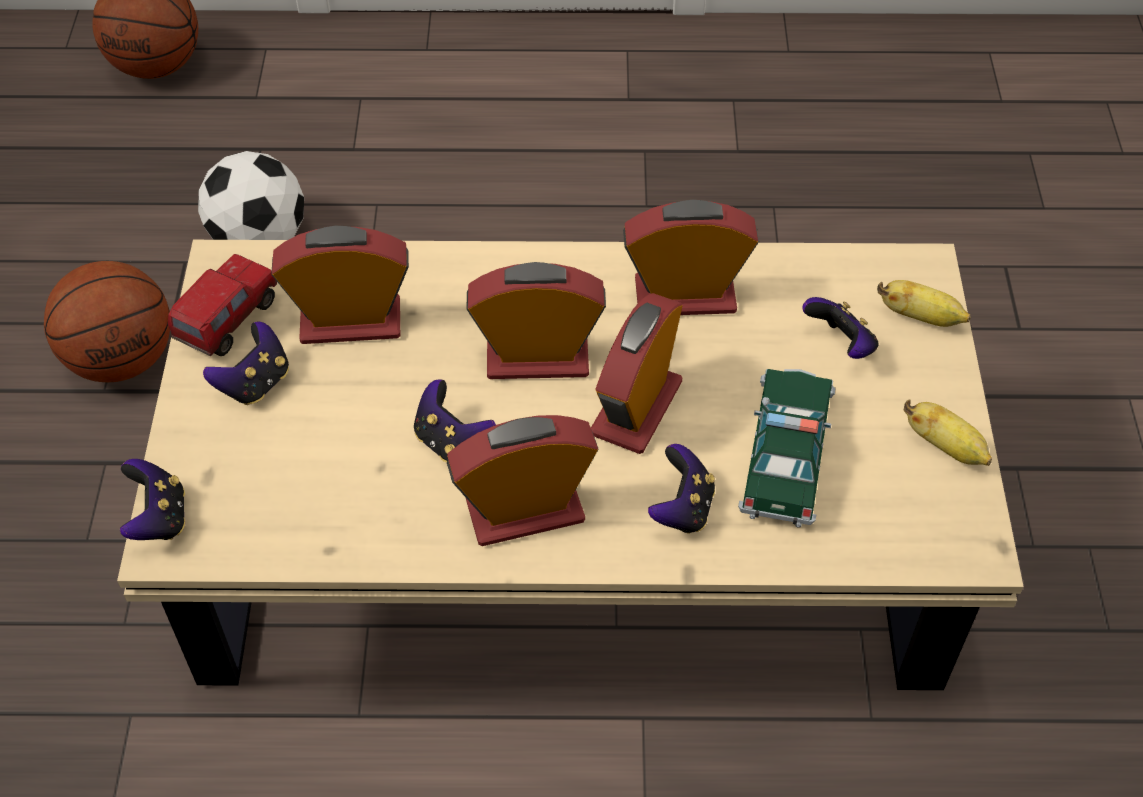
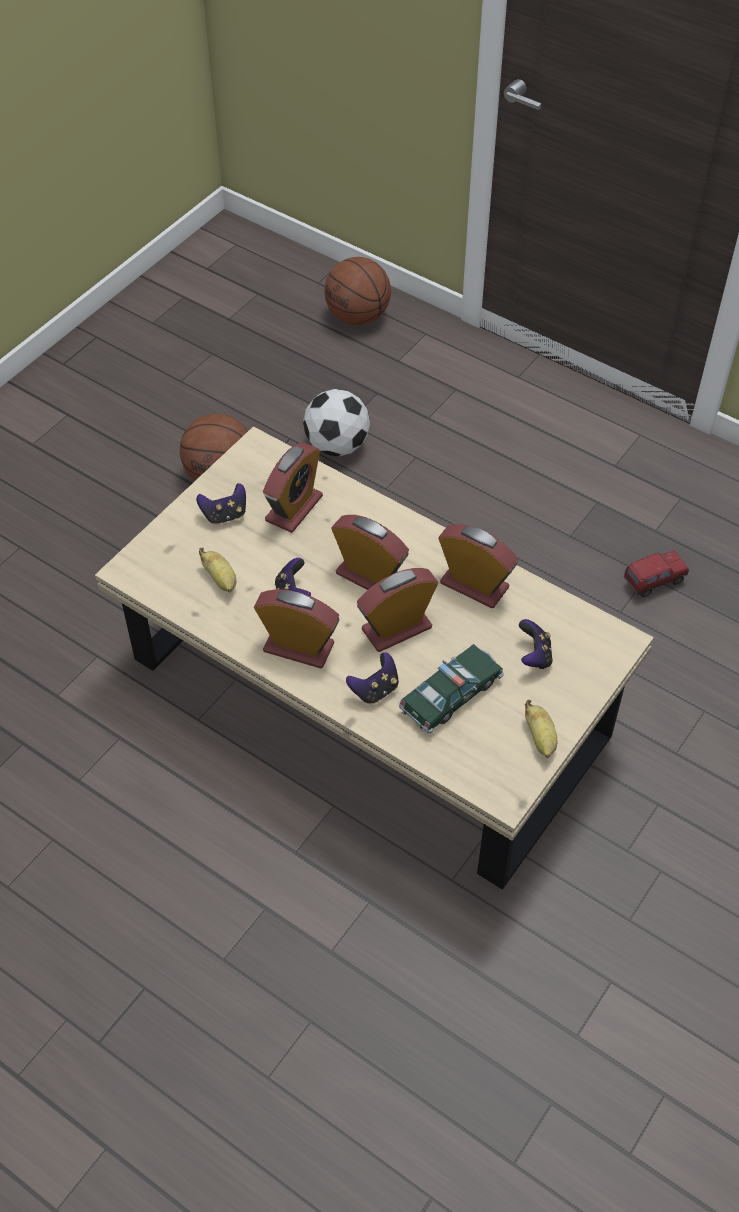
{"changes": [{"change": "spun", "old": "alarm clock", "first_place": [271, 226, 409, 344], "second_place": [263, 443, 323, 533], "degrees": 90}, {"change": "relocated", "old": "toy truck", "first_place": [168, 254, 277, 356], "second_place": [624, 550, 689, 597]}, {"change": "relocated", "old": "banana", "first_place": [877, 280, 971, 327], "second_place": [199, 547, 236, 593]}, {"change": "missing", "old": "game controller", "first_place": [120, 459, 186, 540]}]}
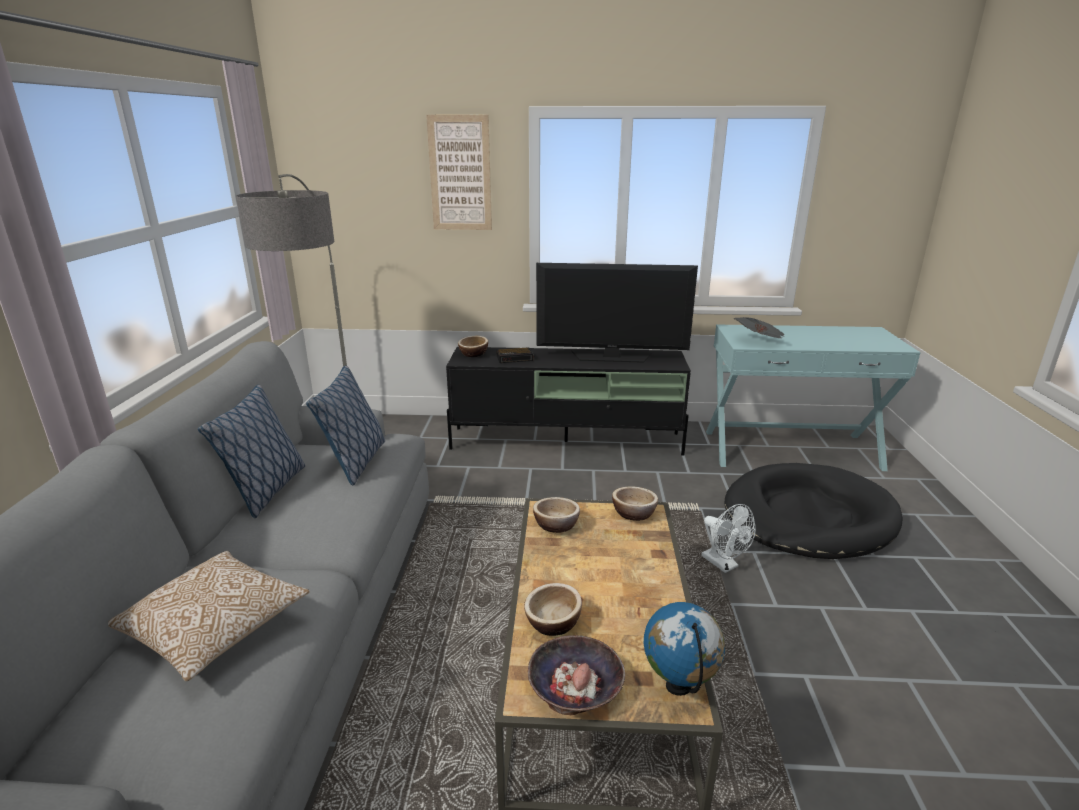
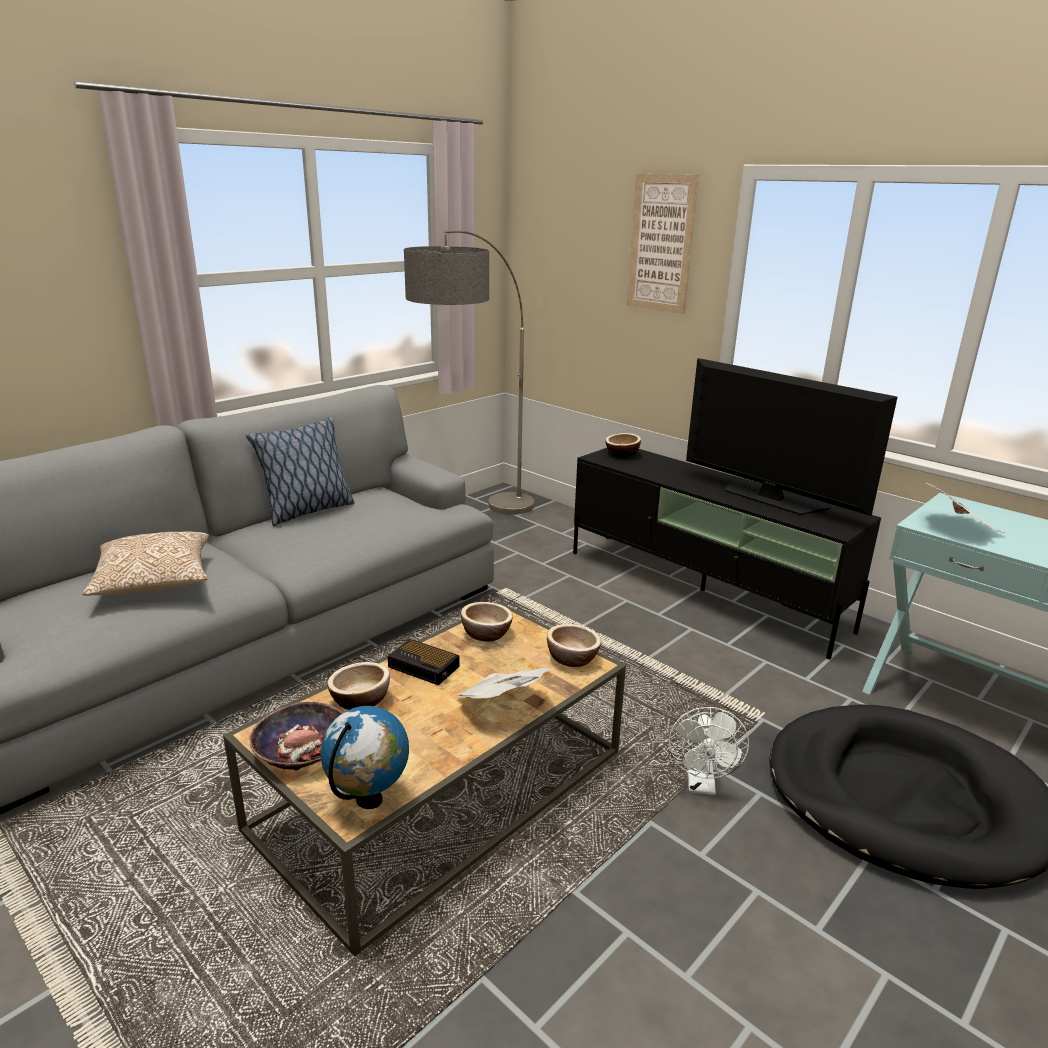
{"changes": [{"change": "relocated", "old": "alarm clock", "first_place": [497, 348, 534, 363], "second_place": [388, 639, 460, 685]}, {"change": "missing", "old": "pillow", "first_place": [306, 366, 385, 486]}, {"change": "appeared", "new": "newspaper", "second_place": [456, 668, 552, 699]}]}
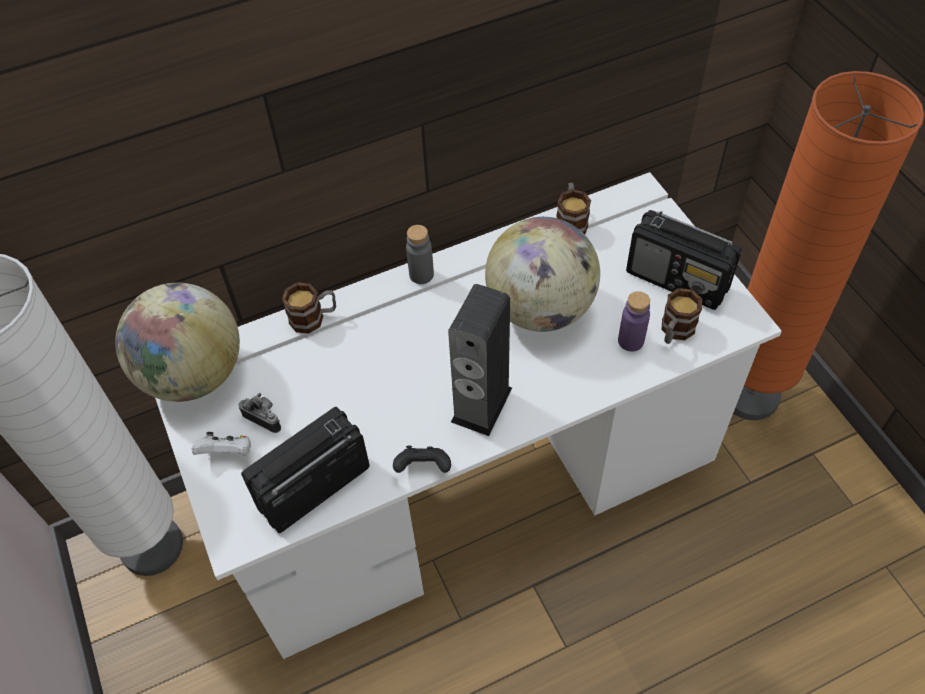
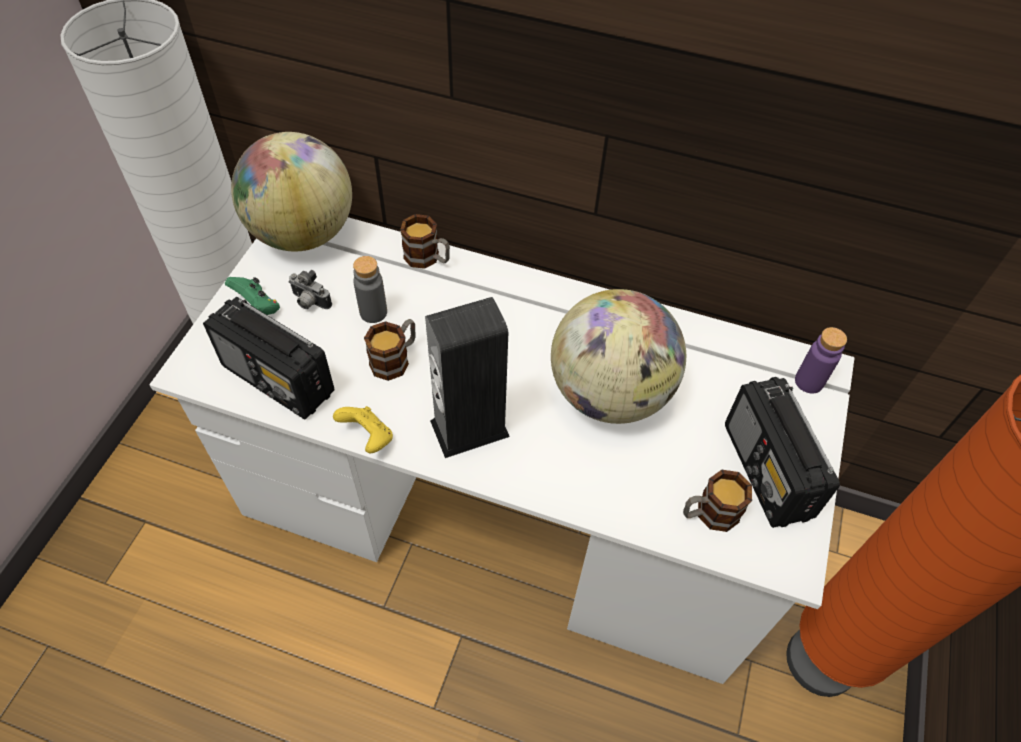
{"changes": [{"change": "relocated", "old": "mug", "first_place": [557, 183, 591, 234], "second_place": [364, 319, 416, 381]}, {"change": "relocated", "old": "grey bottle", "first_place": [406, 225, 434, 284], "second_place": [353, 256, 387, 323]}, {"change": "relocated", "old": "purple bottle", "first_place": [618, 291, 650, 352], "second_place": [795, 327, 847, 394]}, {"change": "spun", "old": "photo camera", "first_place": [238, 393, 281, 433], "second_place": [289, 270, 332, 309], "degrees": 135}, {"change": "spun", "old": "radio", "first_place": [241, 407, 370, 533], "second_place": [203, 297, 335, 419], "degrees": -150}, {"change": "colour", "old": "white game controller", "new": "green game controller", "first_place": [192, 432, 251, 456], "second_place": [225, 277, 280, 315]}, {"change": "colour", "old": "black game controller", "new": "yellow game controller", "first_place": [393, 446, 451, 473], "second_place": [333, 406, 393, 453]}]}
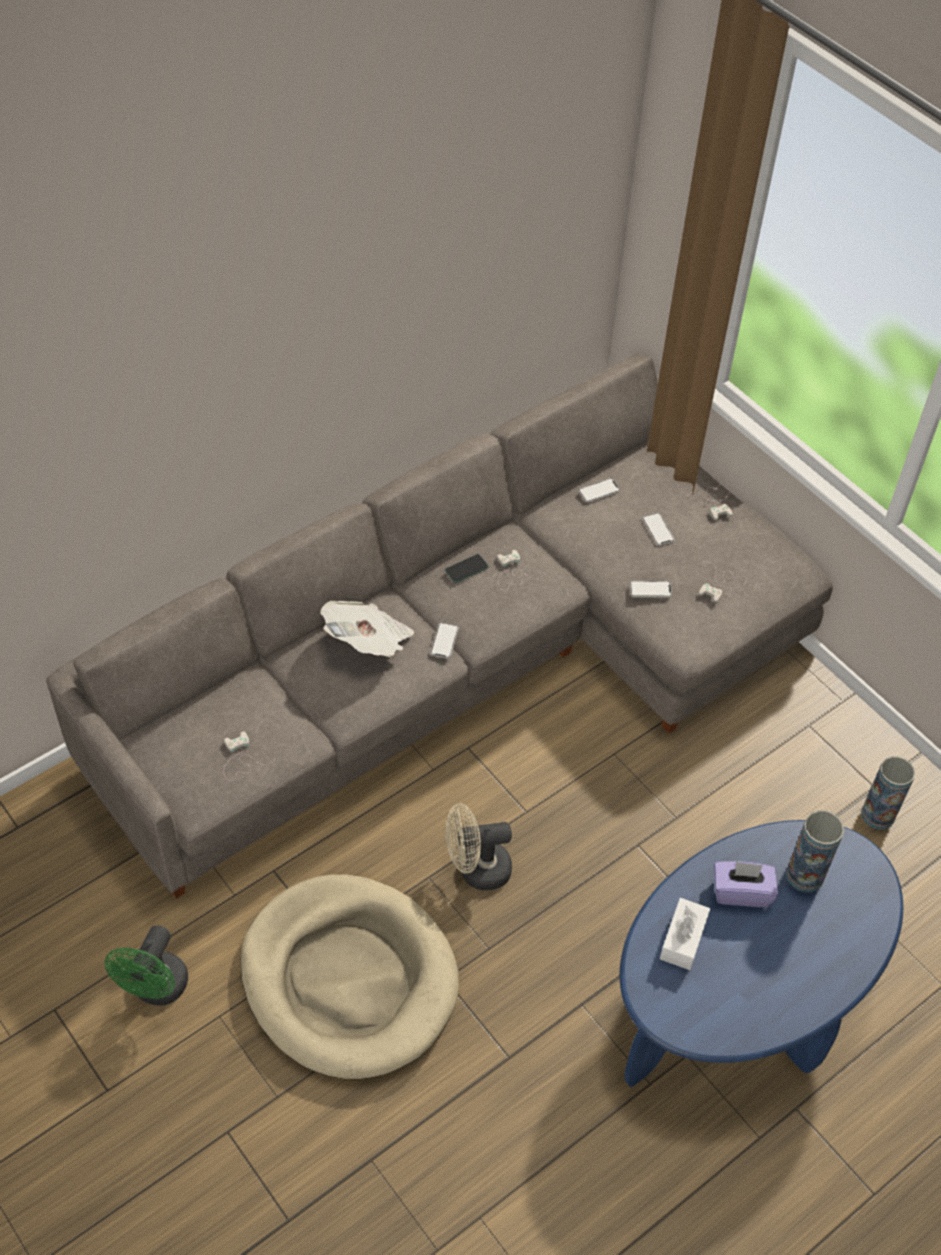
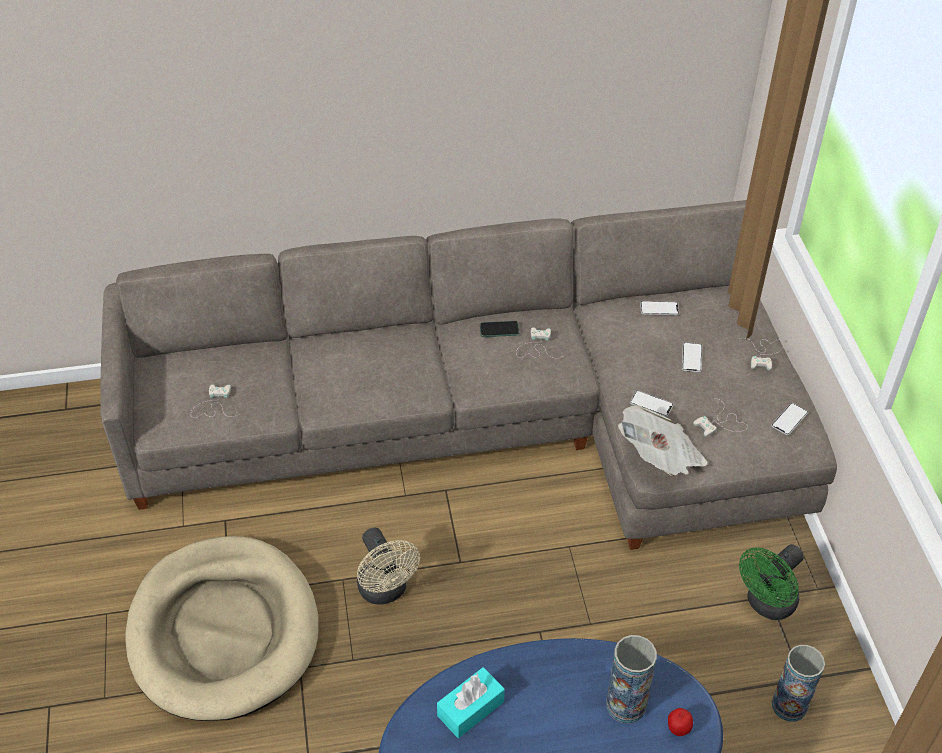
{"changes": [{"change": "relocated", "old": "newspaper", "first_place": [320, 601, 414, 657], "second_place": [618, 405, 707, 476]}, {"change": "relocated", "old": "phone", "first_place": [430, 622, 459, 659], "second_place": [771, 403, 808, 435]}, {"change": "spun", "old": "beige fan", "first_place": [446, 803, 512, 890], "second_place": [357, 528, 420, 605], "degrees": -135}, {"change": "missing", "old": "purple tissue box", "first_place": [714, 861, 778, 907]}, {"change": "colour", "old": "white tissue box", "new": "turquoise tissue box", "first_place": [660, 898, 710, 970], "second_place": [437, 667, 505, 738]}, {"change": "relocated", "old": "green fan", "first_place": [104, 925, 188, 1006], "second_place": [739, 544, 804, 620]}, {"change": "appeared", "new": "apple", "second_place": [668, 708, 693, 736]}]}
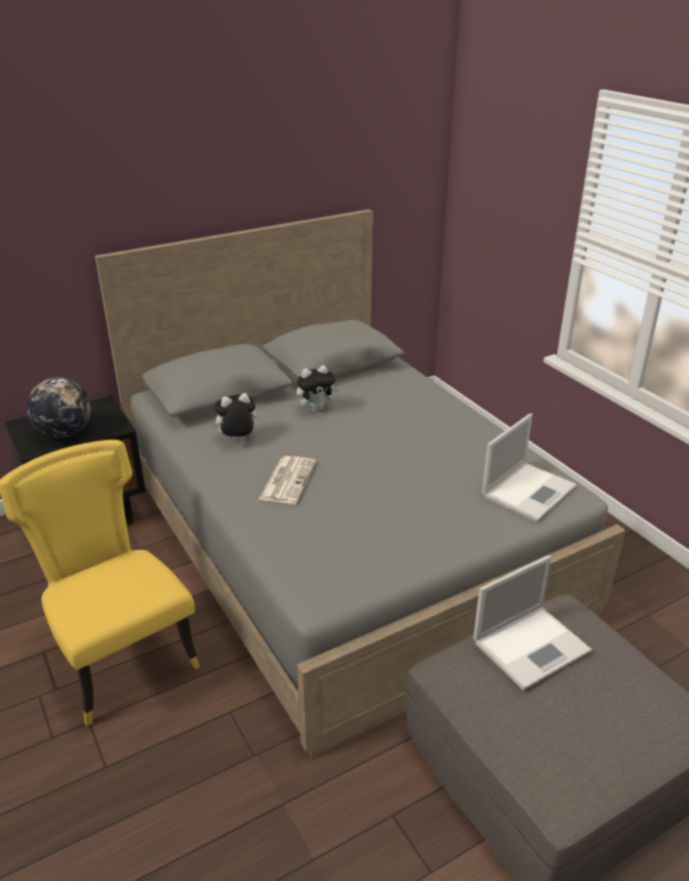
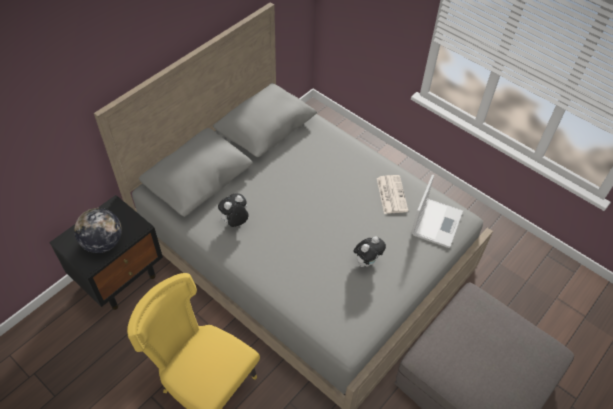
{"changes": [{"change": "relocated", "old": "plush toy", "first_place": [296, 365, 338, 412], "second_place": [353, 237, 386, 267]}, {"change": "relocated", "old": "newspaper", "first_place": [259, 456, 316, 504], "second_place": [377, 175, 408, 214]}, {"change": "missing", "old": "laptop", "first_place": [473, 555, 592, 690]}]}
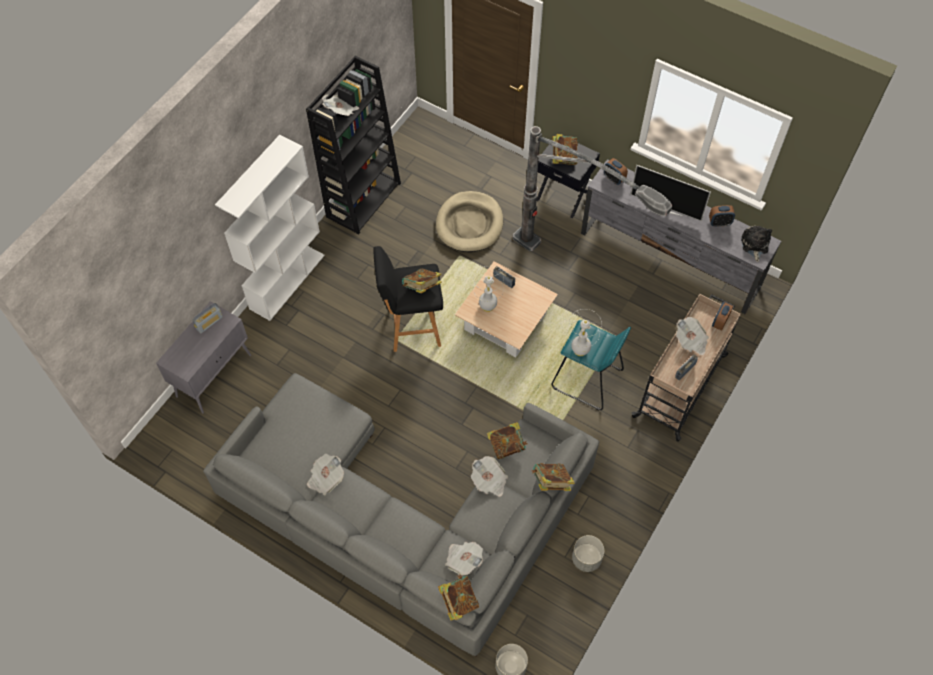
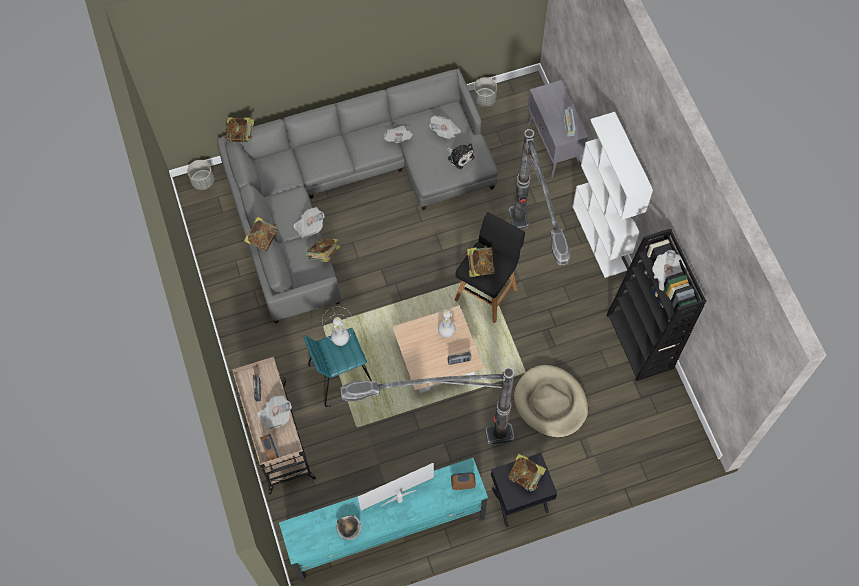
{"changes": [{"change": "colour", "old": "grey tv stand", "new": "turquoise tv stand", "first_place": [581, 159, 781, 314], "second_place": [279, 458, 488, 582]}, {"change": "exchanged", "old": "alarm clock", "new": "bowl", "first_place": [709, 205, 735, 227], "second_place": [337, 515, 361, 540]}, {"change": "relocated", "old": "plush toy", "first_place": [741, 226, 772, 262], "second_place": [447, 143, 475, 169]}, {"change": "relocated", "old": "grey planter", "first_place": [572, 535, 604, 572], "second_place": [474, 77, 497, 107]}, {"change": "relocated", "old": "newspaper", "first_place": [445, 542, 483, 575], "second_place": [429, 116, 461, 139]}, {"change": "appeared", "new": "floor lamp", "second_place": [509, 129, 570, 265]}]}
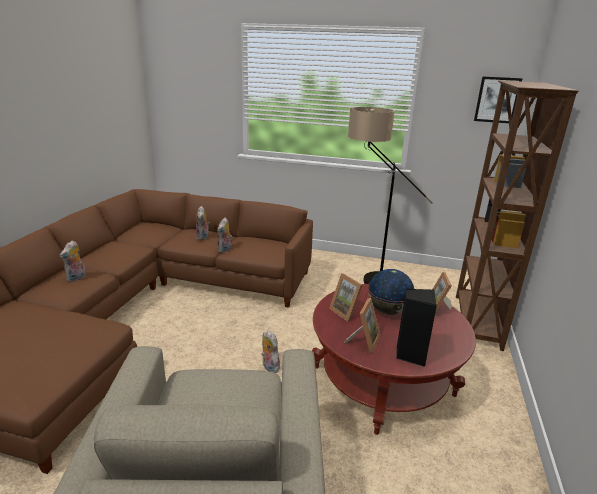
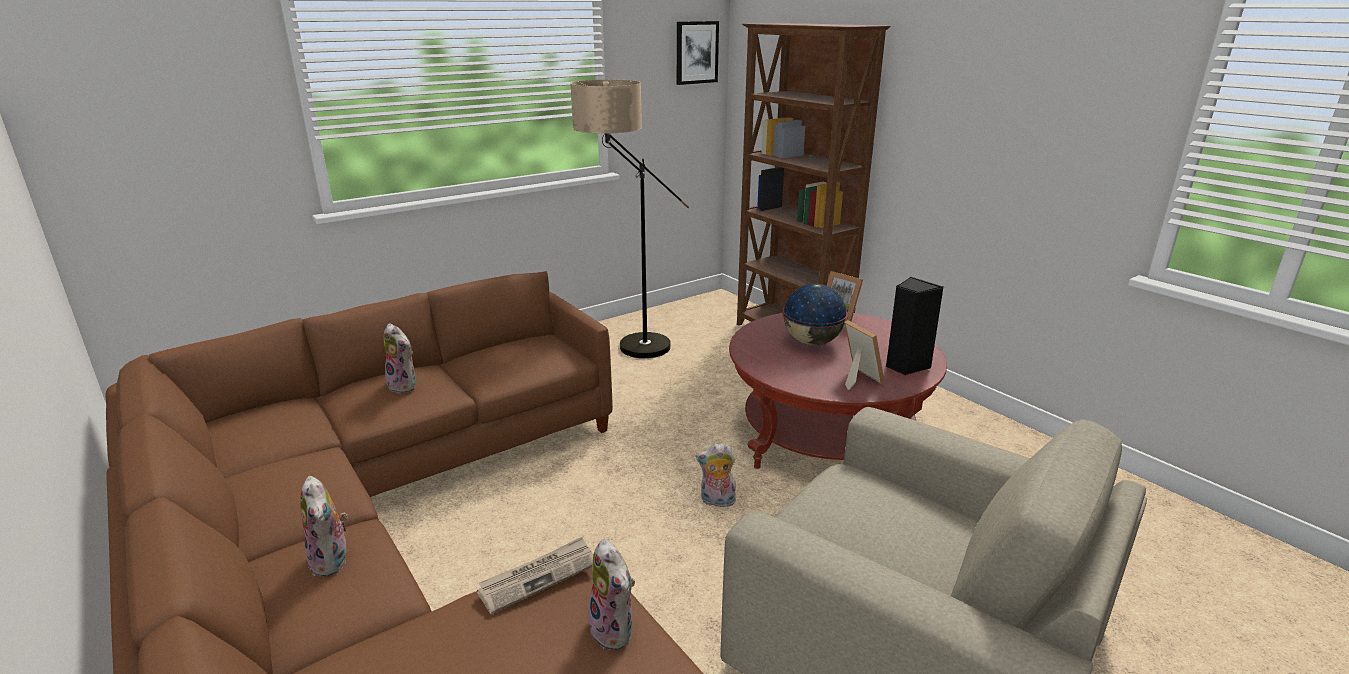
{"changes": [{"change": "relocated", "old": "plush toy", "first_place": [217, 218, 232, 253], "second_place": [588, 539, 635, 650]}, {"change": "missing", "old": "picture frame", "first_place": [329, 273, 363, 322]}, {"change": "appeared", "new": "newspaper", "second_place": [477, 537, 593, 614]}]}
